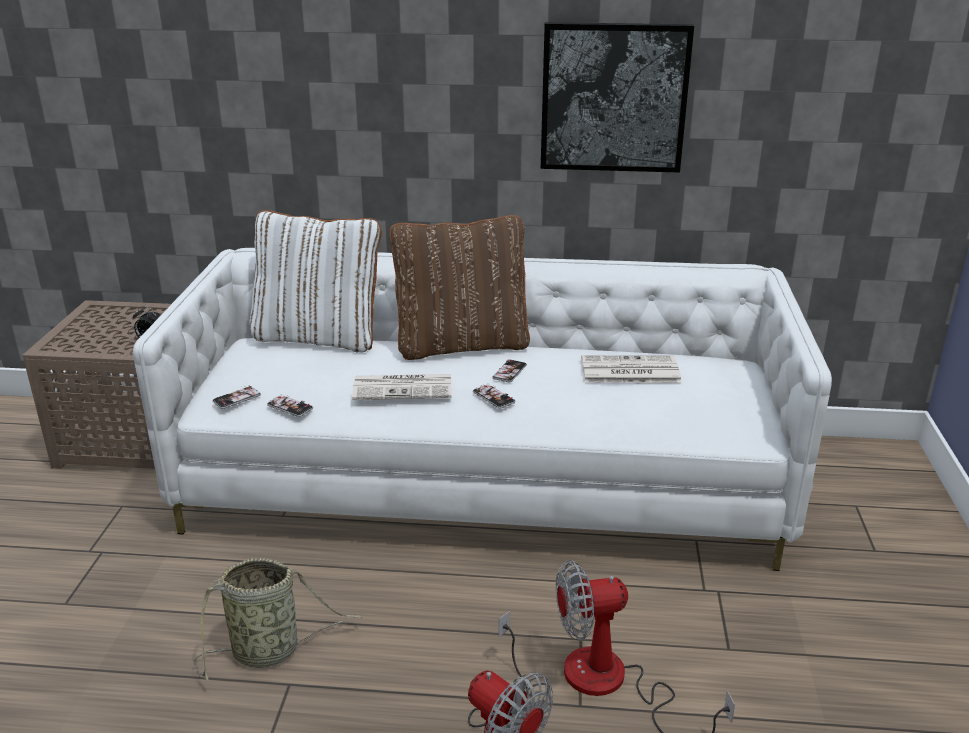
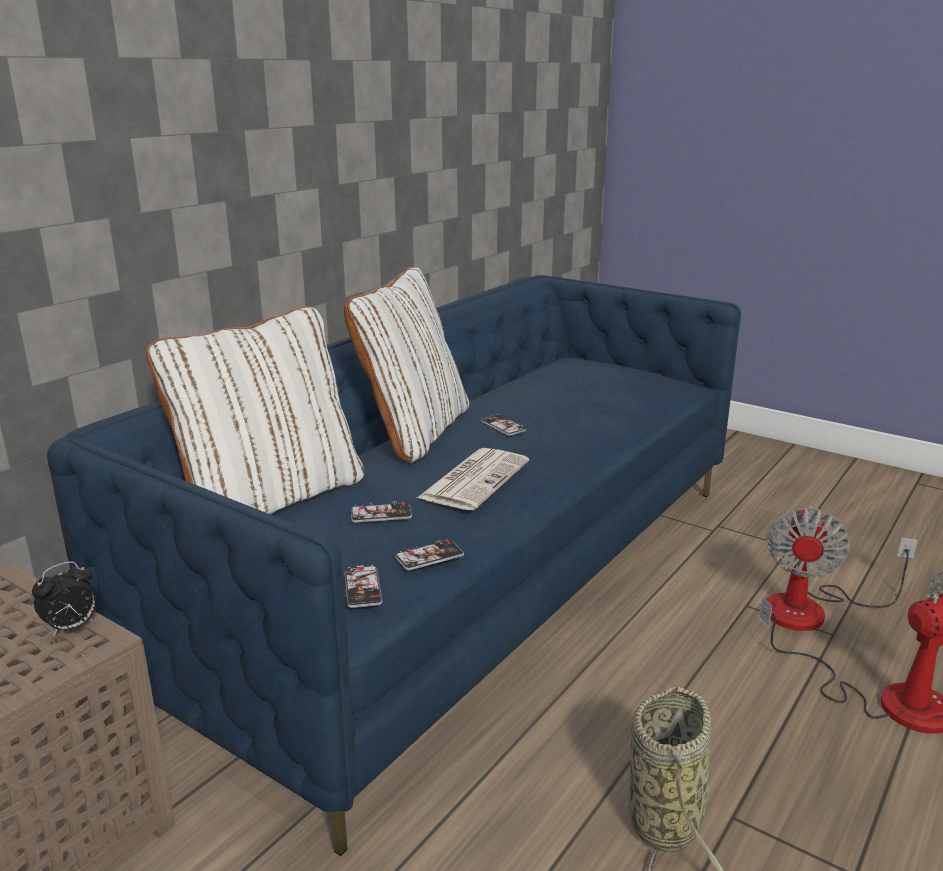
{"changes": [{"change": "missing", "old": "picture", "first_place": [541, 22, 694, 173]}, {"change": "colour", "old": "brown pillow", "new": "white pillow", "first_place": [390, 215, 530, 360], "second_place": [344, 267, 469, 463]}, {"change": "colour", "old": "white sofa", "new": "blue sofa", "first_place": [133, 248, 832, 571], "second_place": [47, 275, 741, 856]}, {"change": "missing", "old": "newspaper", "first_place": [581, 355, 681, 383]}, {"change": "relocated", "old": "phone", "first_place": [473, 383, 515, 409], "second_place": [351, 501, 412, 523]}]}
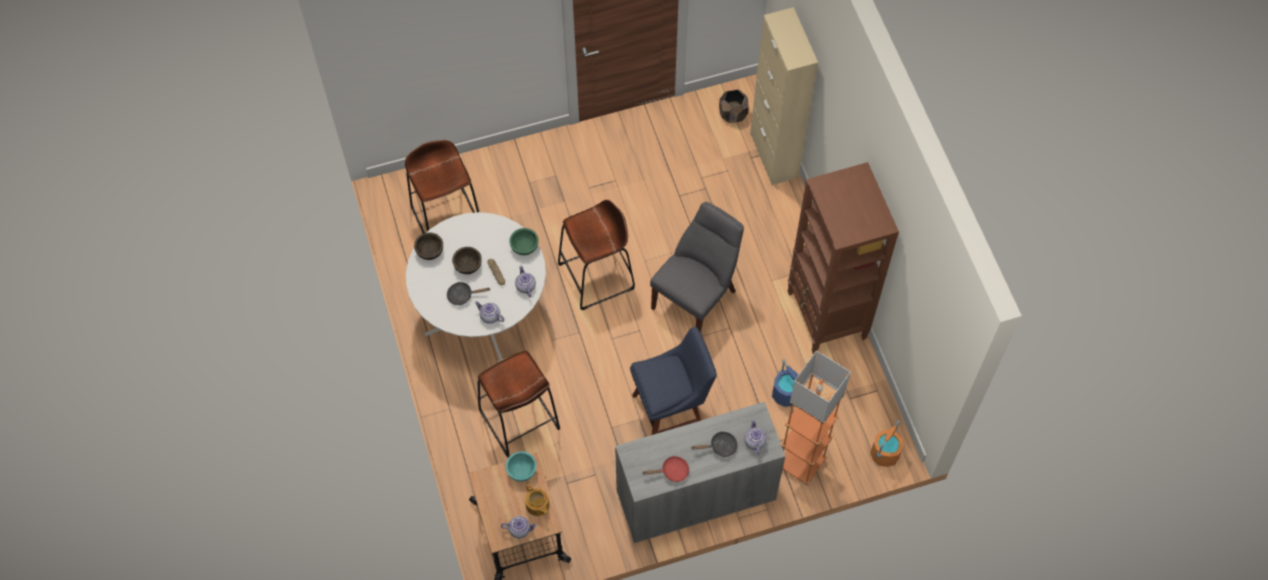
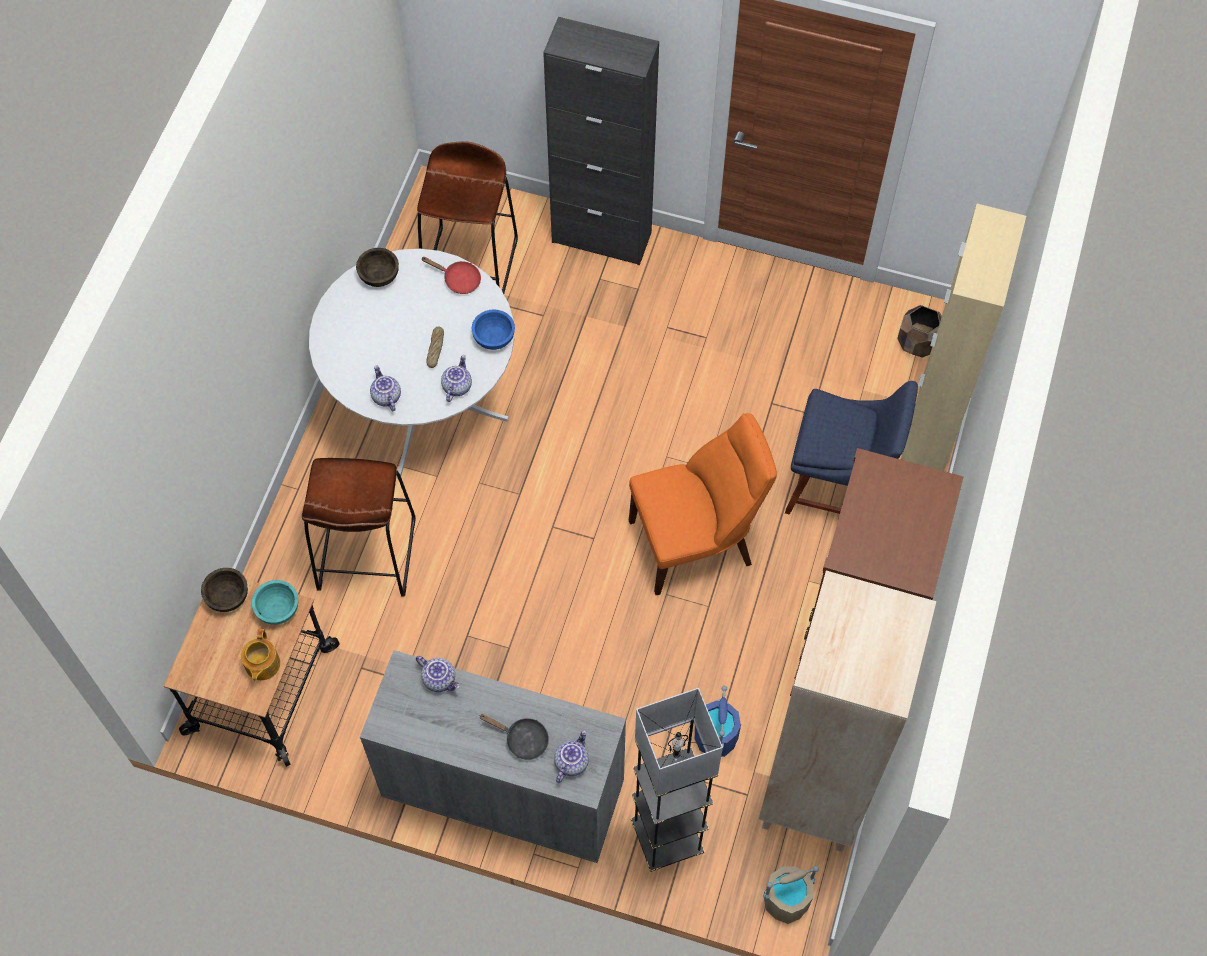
{"changes": [{"change": "missing", "old": "brown stool", "first_place": [558, 200, 635, 310]}, {"change": "colour", "old": "grey chair", "new": "orange chair", "first_place": [650, 202, 744, 333], "second_place": [629, 413, 777, 595]}, {"change": "colour", "old": "green bowl", "new": "blue bowl", "first_place": [509, 228, 539, 255], "second_place": [472, 310, 515, 350]}, {"change": "relocated", "old": "brown bowl", "first_place": [452, 247, 482, 274], "second_place": [201, 568, 248, 612]}, {"change": "missing", "old": "black frying pan", "first_place": [447, 282, 491, 305]}, {"change": "relocated", "old": "blue chair", "first_place": [630, 327, 717, 435], "second_place": [785, 381, 918, 515]}, {"change": "colour", "old": "orange floor lamp", "new": "black floor lamp", "first_place": [781, 350, 851, 485], "second_place": [631, 688, 723, 872]}, {"change": "colour", "old": "orange bucket", "new": "beige bucket", "first_place": [870, 420, 903, 467], "second_place": [763, 866, 819, 924]}, {"change": "relocated", "old": "red frying pan", "first_place": [642, 456, 689, 482], "second_place": [421, 257, 481, 294]}, {"change": "relocated", "old": "teapot", "first_place": [501, 516, 537, 538], "second_place": [416, 656, 460, 692]}, {"change": "appeared", "new": "black cabinet", "second_place": [543, 17, 659, 266]}, {"change": "appeared", "new": "beige bookcase", "second_place": [759, 571, 936, 852]}]}
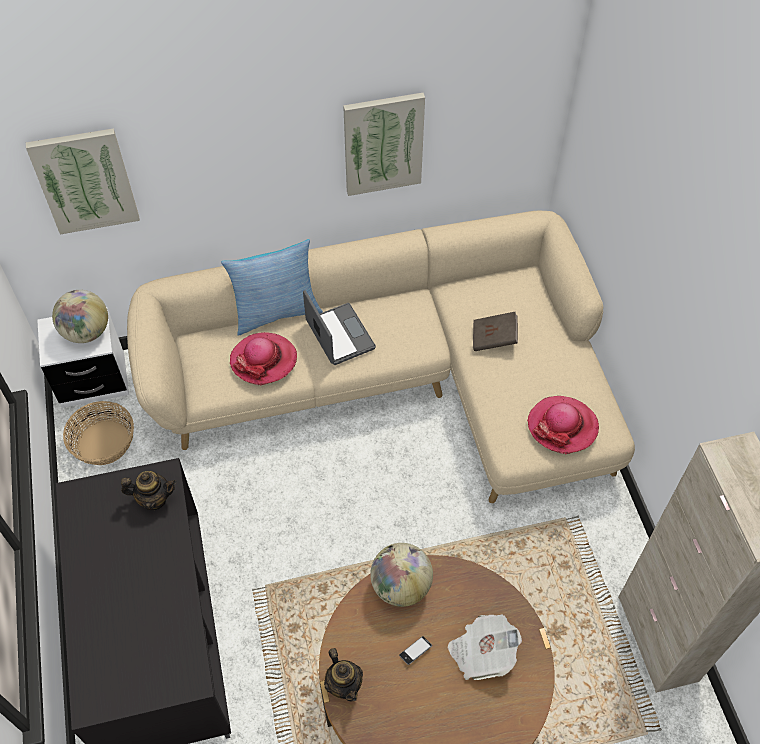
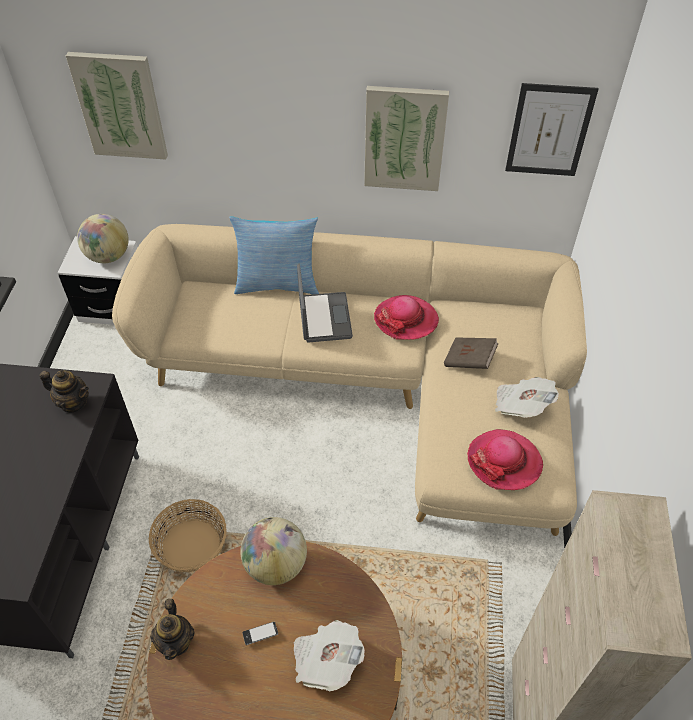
{"changes": [{"change": "relocated", "old": "hat", "first_place": [230, 332, 297, 386], "second_place": [374, 295, 439, 340]}, {"change": "relocated", "old": "basket", "first_place": [63, 401, 134, 465], "second_place": [149, 499, 226, 572]}, {"change": "appeared", "new": "picture", "second_place": [505, 83, 598, 176]}, {"change": "appeared", "new": "newspaper", "second_place": [495, 377, 559, 418]}]}
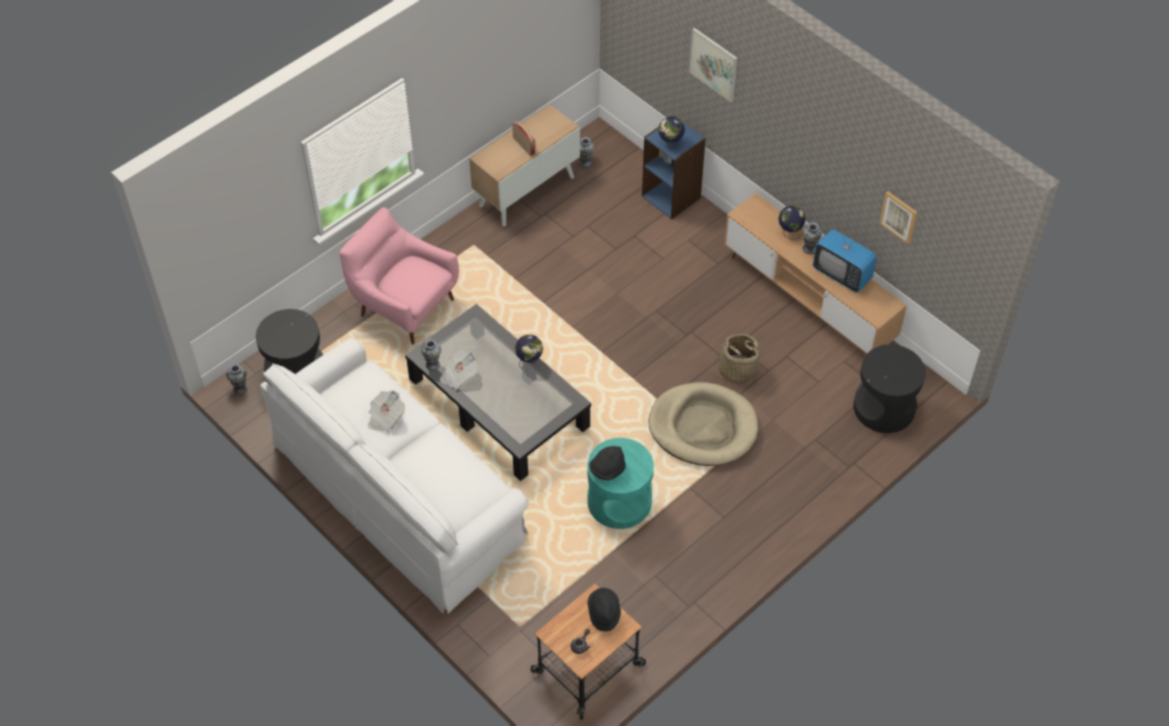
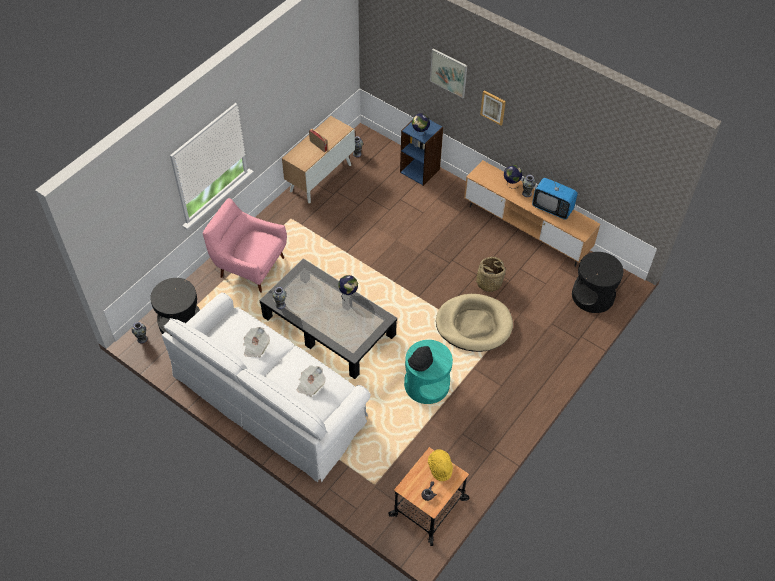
{"changes": [{"change": "relocated", "old": "picture", "first_place": [879, 191, 917, 244], "second_place": [480, 91, 506, 125]}, {"change": "relocated", "old": "newspaper", "first_place": [440, 350, 478, 390], "second_place": [297, 365, 326, 397]}, {"change": "colour", "old": "black hat", "new": "yellow hat", "first_place": [587, 588, 621, 631], "second_place": [428, 449, 453, 481]}]}
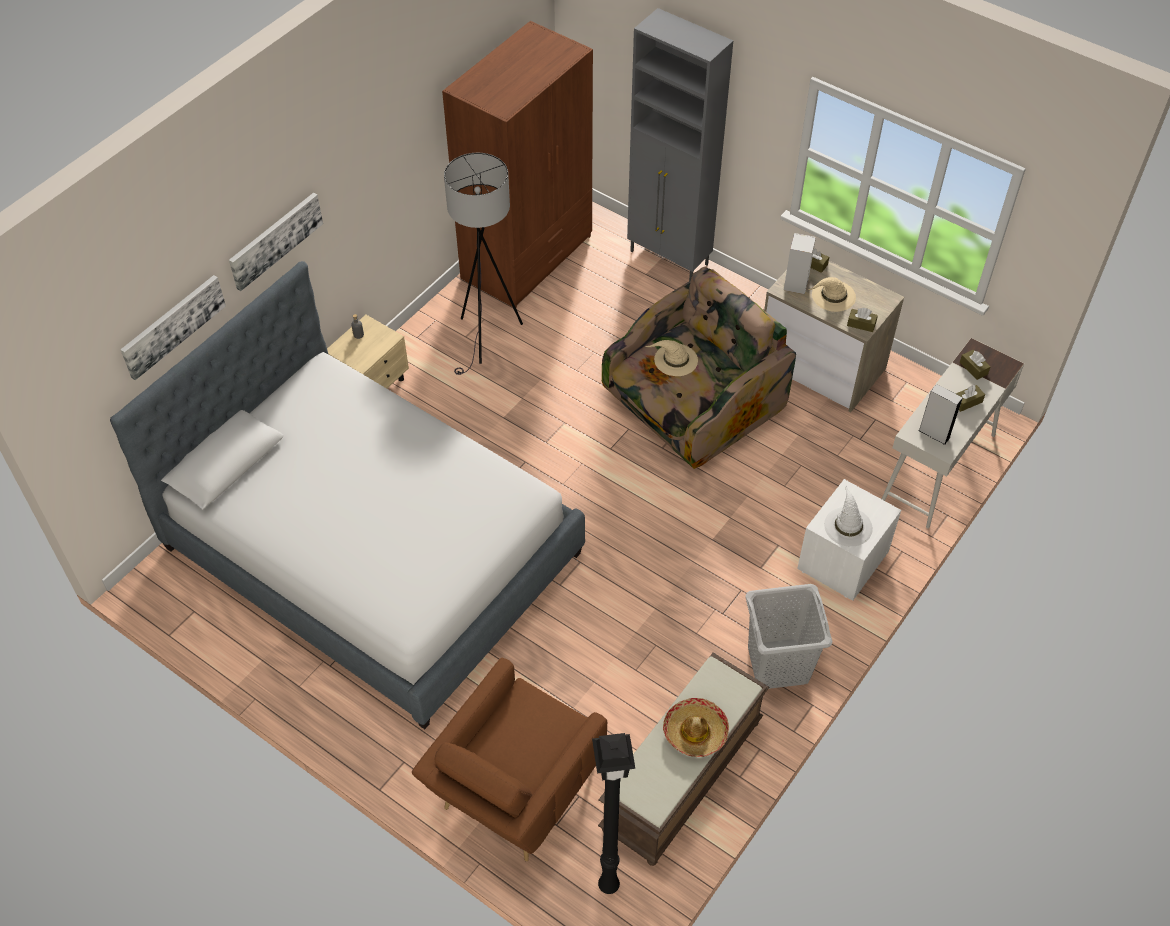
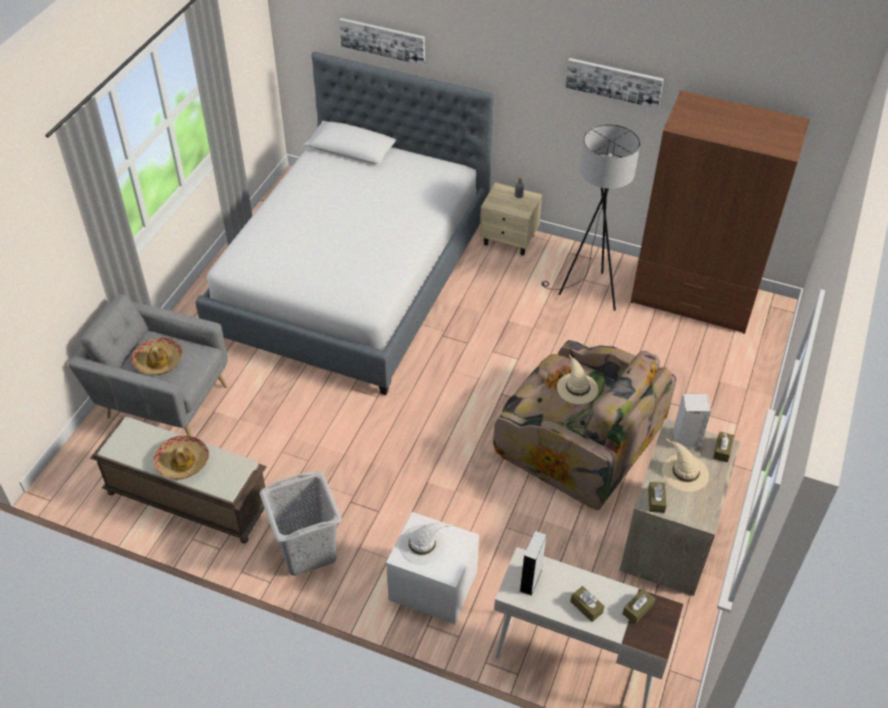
{"changes": [{"change": "missing", "old": "grey cabinet", "first_place": [627, 8, 733, 281]}, {"change": "relocated", "old": "picture", "first_place": [229, 193, 323, 291], "second_place": [565, 58, 664, 109]}, {"change": "colour", "old": "brown armchair", "new": "grey armchair", "first_place": [412, 658, 607, 862], "second_place": [68, 294, 228, 436]}, {"change": "missing", "old": "black floor lamp", "first_place": [592, 733, 635, 894]}, {"change": "appeared", "new": "hat", "second_place": [131, 338, 183, 375]}]}
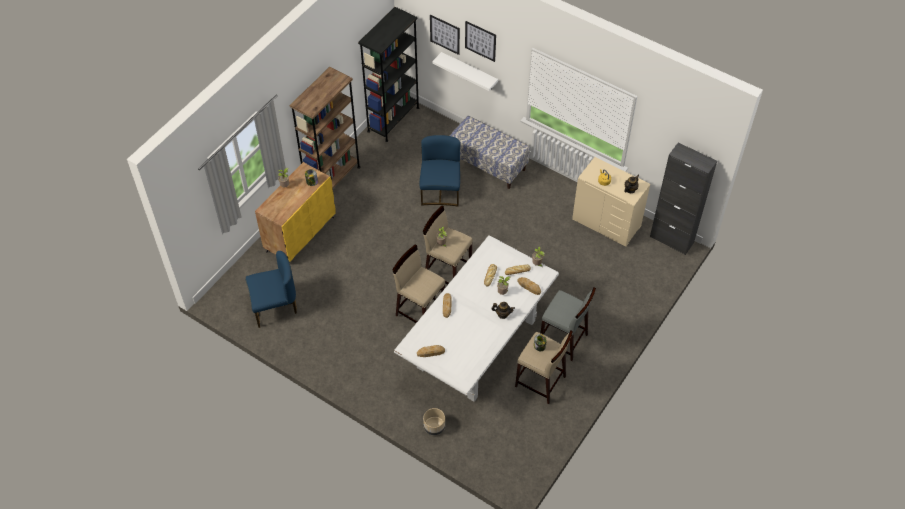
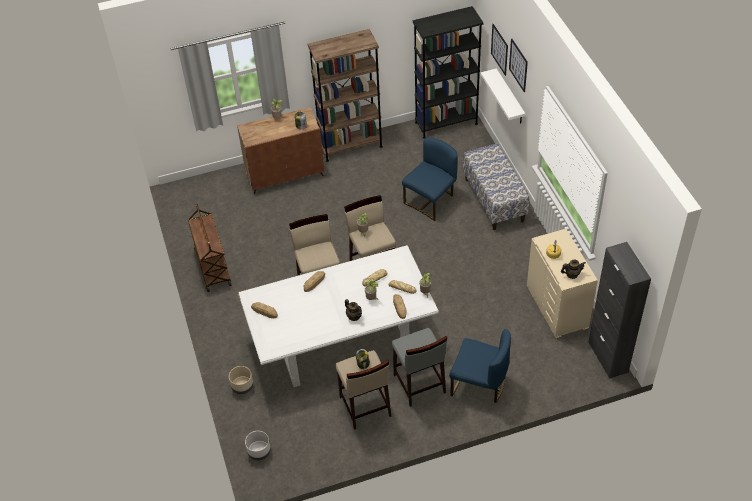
{"changes": [{"change": "colour", "old": "yellow cabinet", "new": "brown cabinet", "first_place": [255, 162, 336, 262], "second_place": [237, 107, 324, 194]}, {"change": "relocated", "old": "blue chair", "first_place": [245, 251, 297, 328], "second_place": [449, 329, 511, 403]}, {"change": "appeared", "new": "brown cart", "second_place": [188, 204, 231, 292]}, {"change": "appeared", "new": "grey planter", "second_place": [245, 431, 271, 461]}]}
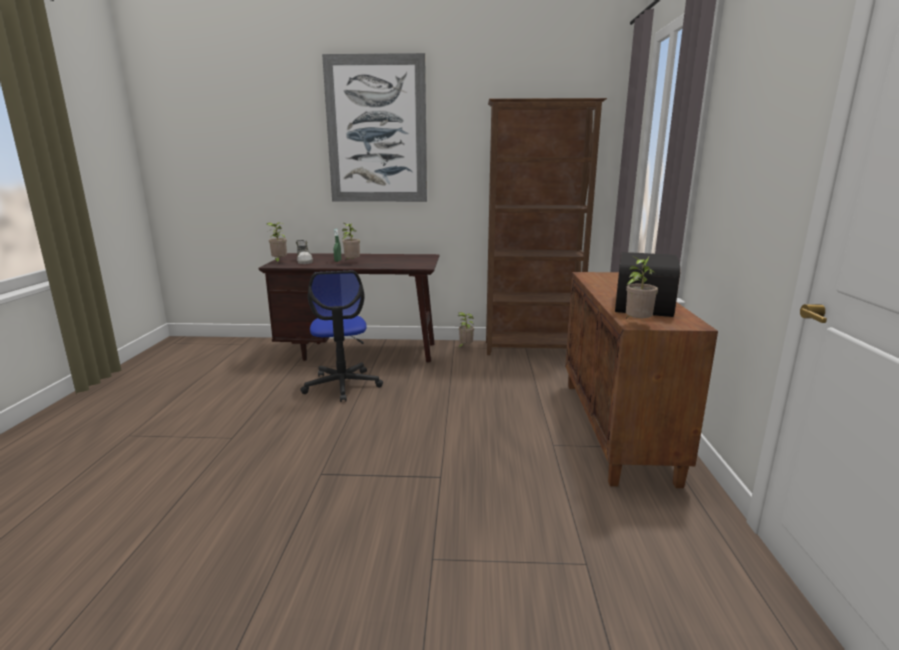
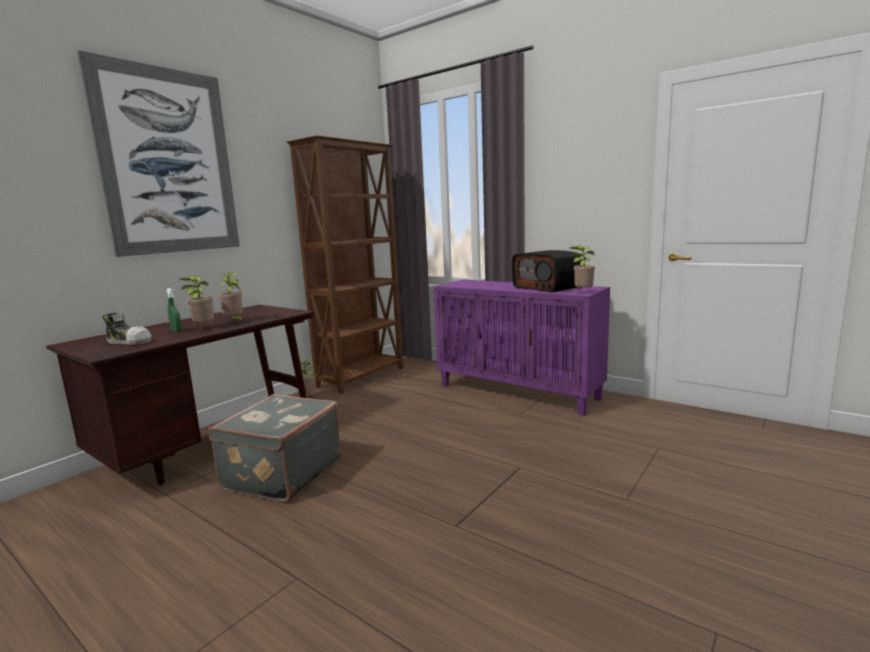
{"changes": [{"change": "relocated", "old": "potted plant", "first_place": [267, 222, 287, 263], "second_place": [218, 272, 243, 323]}, {"change": "exchanged", "old": "office chair", "new": "grey suitcase", "first_place": [300, 271, 383, 402], "second_place": [209, 394, 341, 502]}, {"change": "colour", "old": "brown cabinet", "new": "purple cabinet", "first_place": [565, 272, 718, 488], "second_place": [434, 280, 610, 416]}]}
